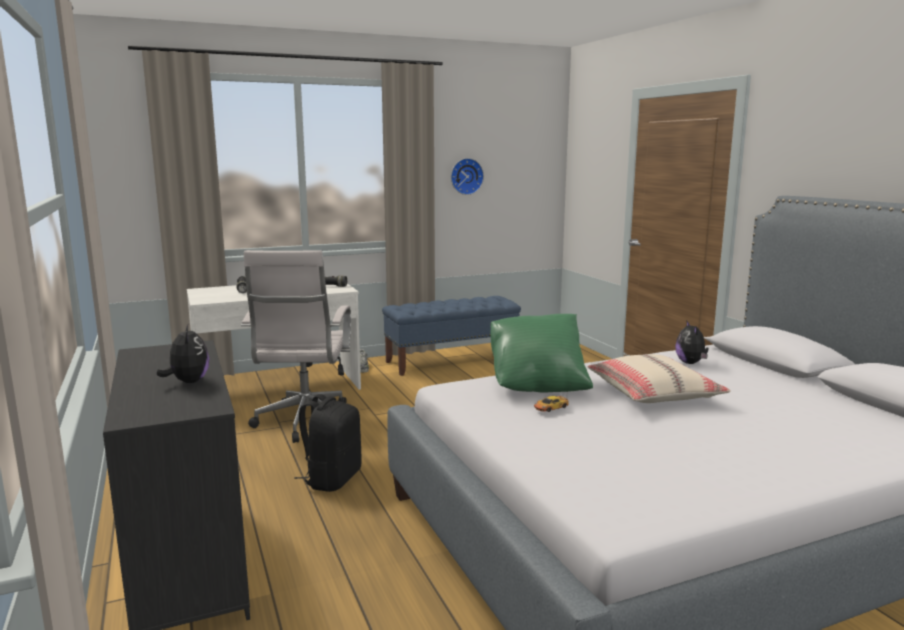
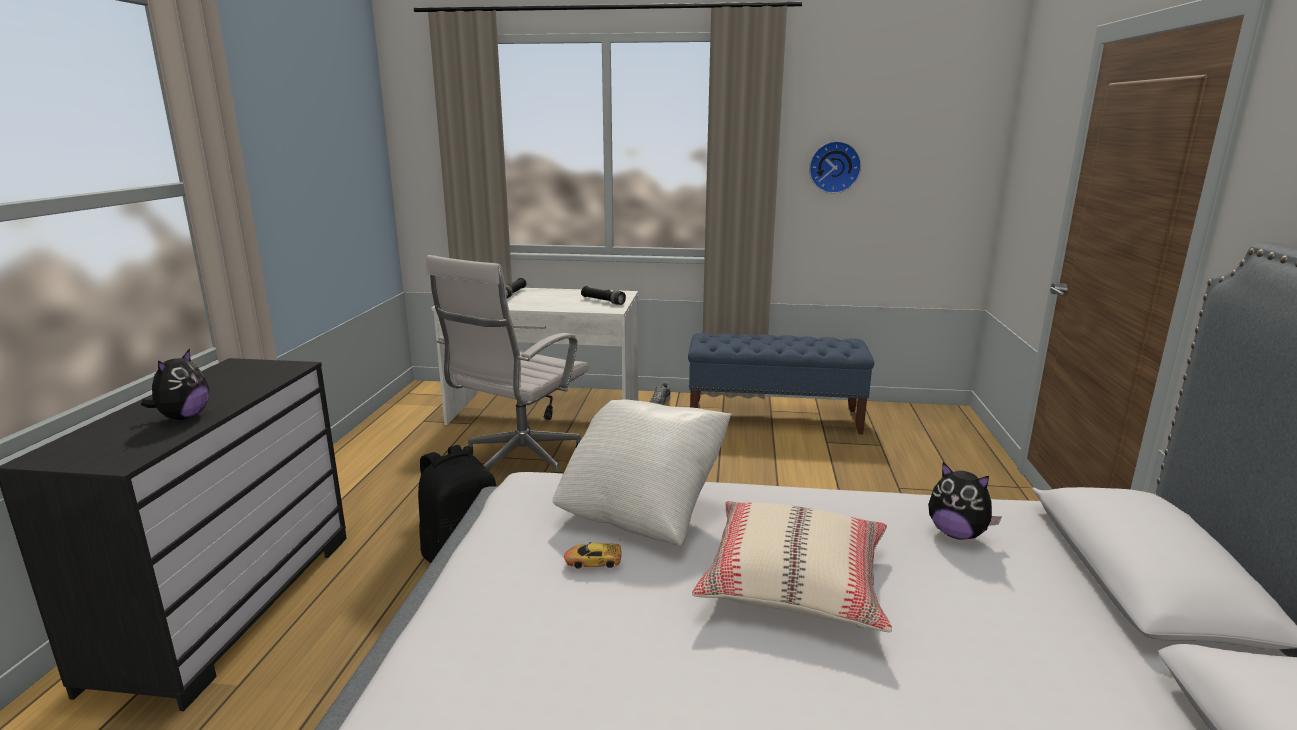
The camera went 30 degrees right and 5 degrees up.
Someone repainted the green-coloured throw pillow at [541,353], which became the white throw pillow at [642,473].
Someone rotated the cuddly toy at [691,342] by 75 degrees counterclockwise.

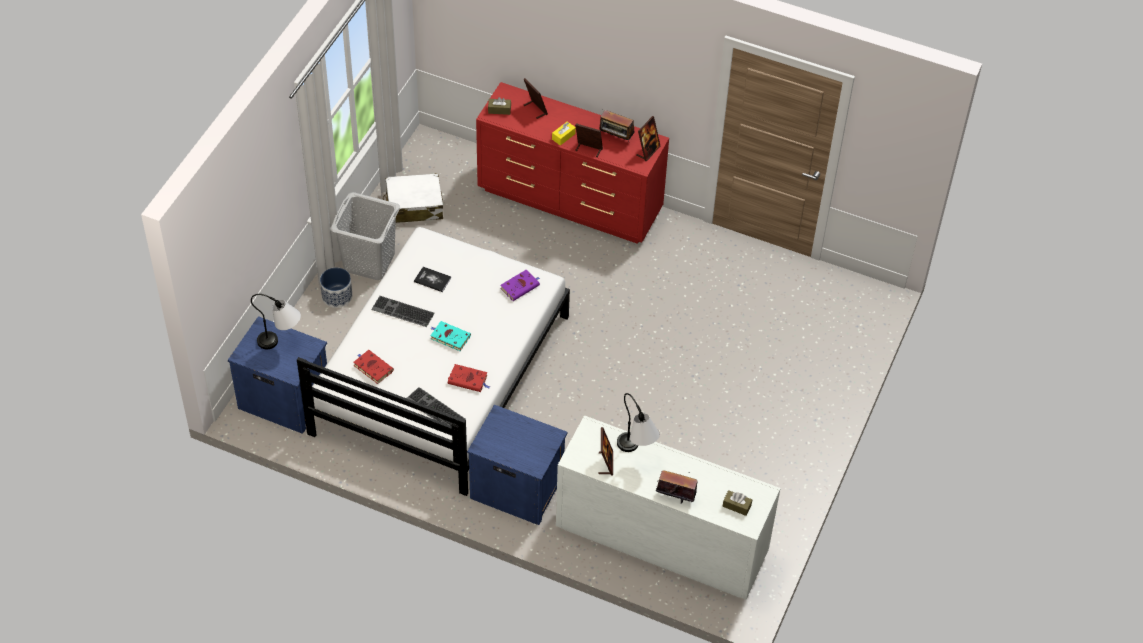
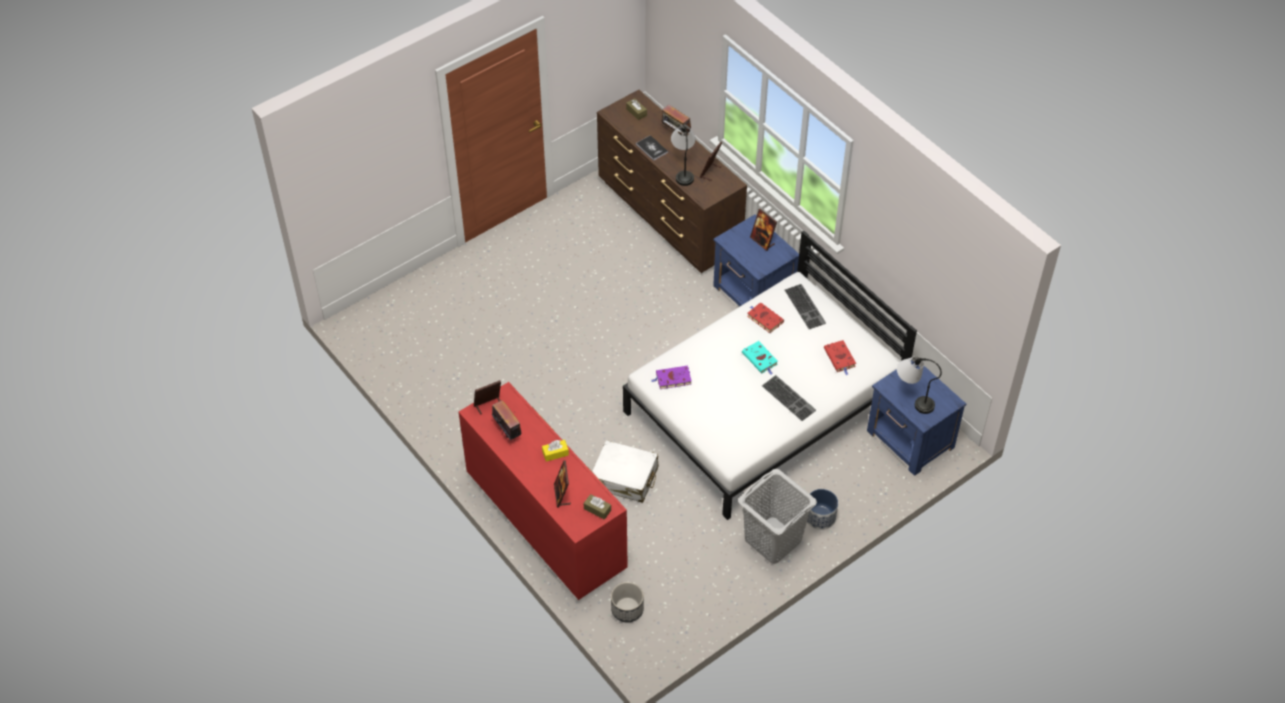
The camera went 150 degrees left and 0 degrees up.
Someone carried the picture frame from [589,140] to [763,230].
Someone carried the white suitcase from [413,198] to [625,471].
Someone carried the volume from [432,279] to [652,148].
Someone repainted the white drawer chest at [668,507], which became the brownish drawer chest at [672,181].
Someone put down the planter at [627,602].

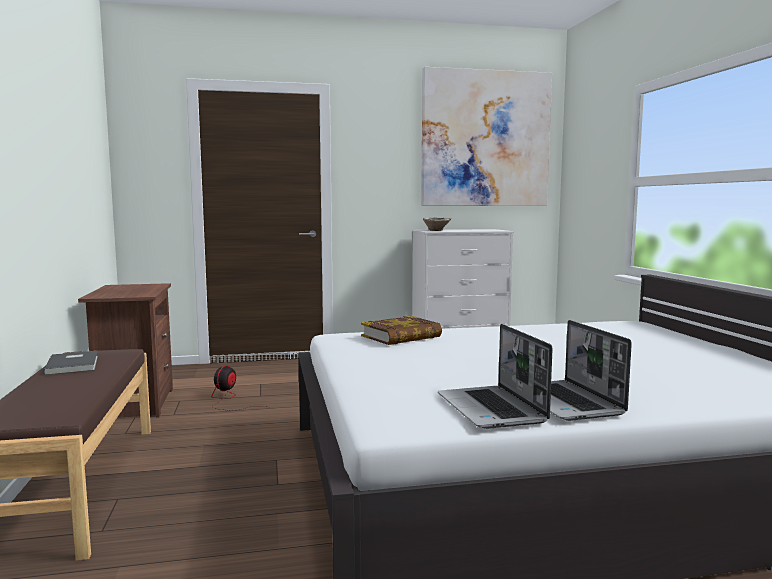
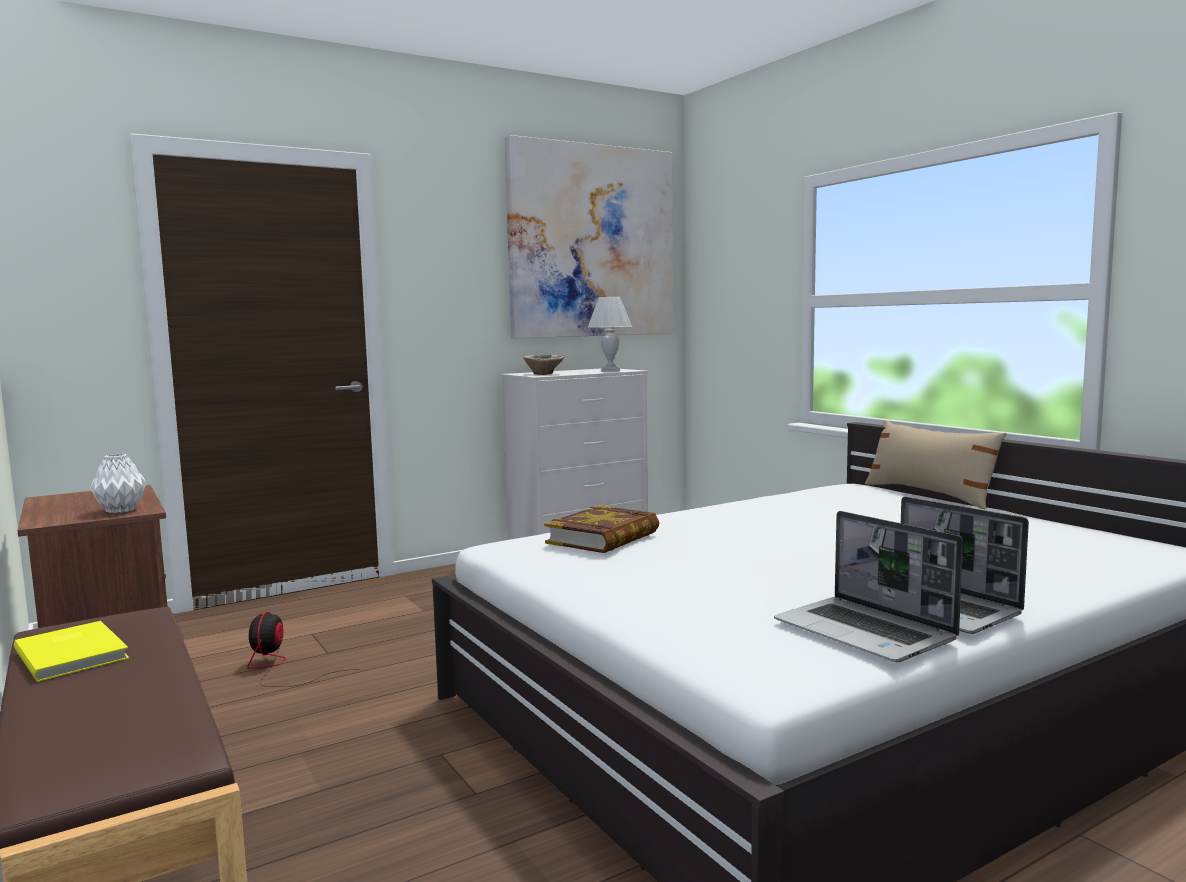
The camera went 20 degrees left and 0 degrees up.
Someone repainted the grey volume at [70,363], which became the yellowish volume at [71,651].
Someone put down the white tabletop lamp at [610,334].
Someone put down the sand-coloured throw pillow at [936,464].
Someone put down the white flower vase at [118,483].

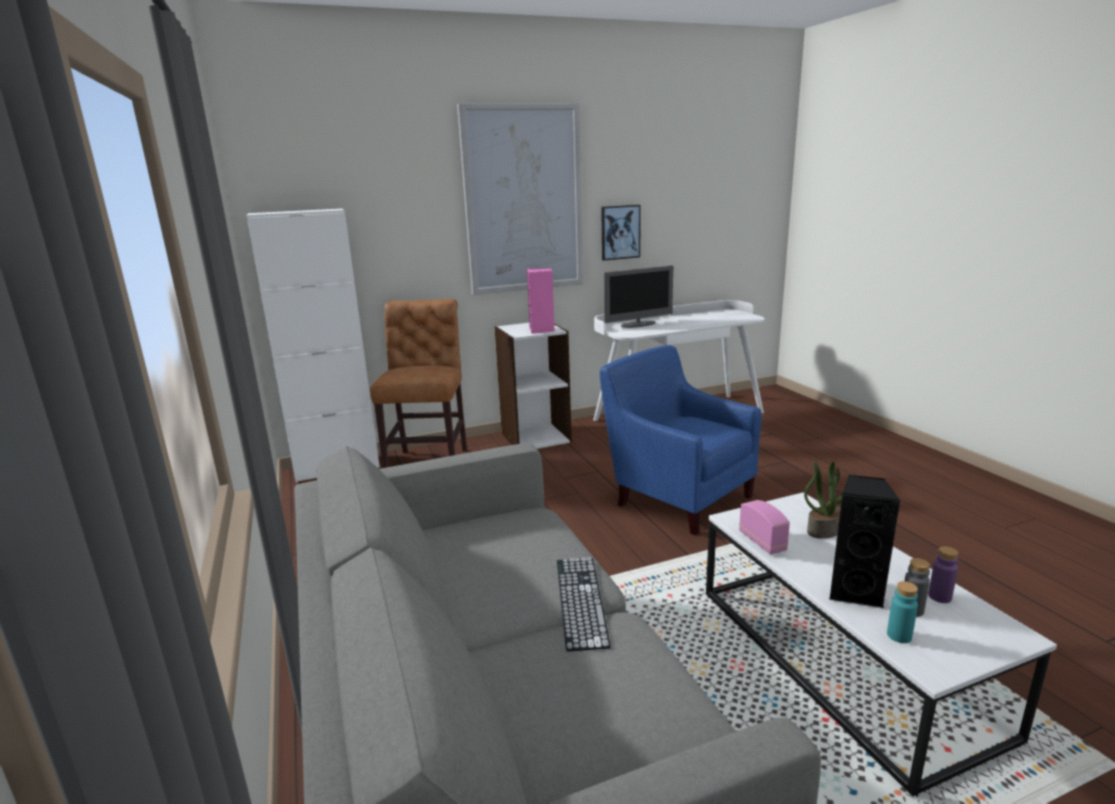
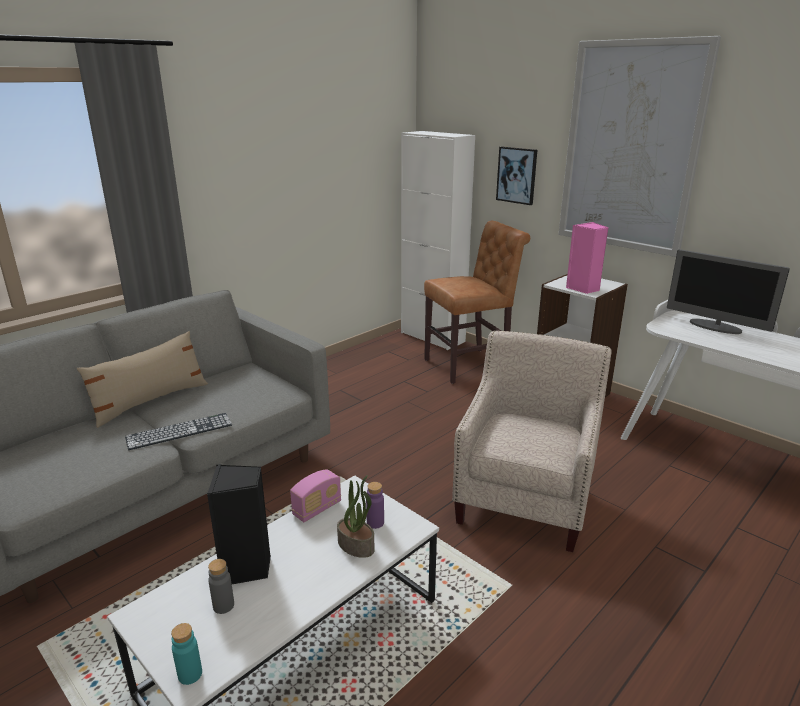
The camera went 65 degrees right and 5 degrees up.
Someone carried the picture from [621,232] to [516,175].
Someone repainted the blue-coloured armchair at [681,440], which became the sand-coloured armchair at [532,441].
Someone carried the purplish beverage bottle from [943,574] to [375,505].
Someone carried the blue-green beverage bottle from [902,612] to [186,654].
Someone put down the sand-coloured throw pillow at [142,379].

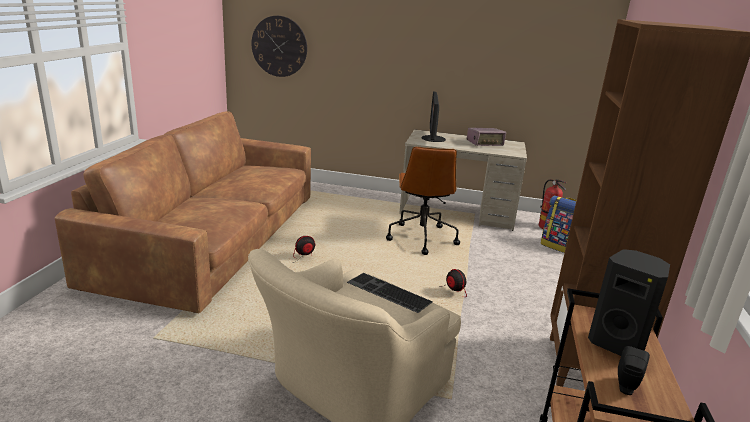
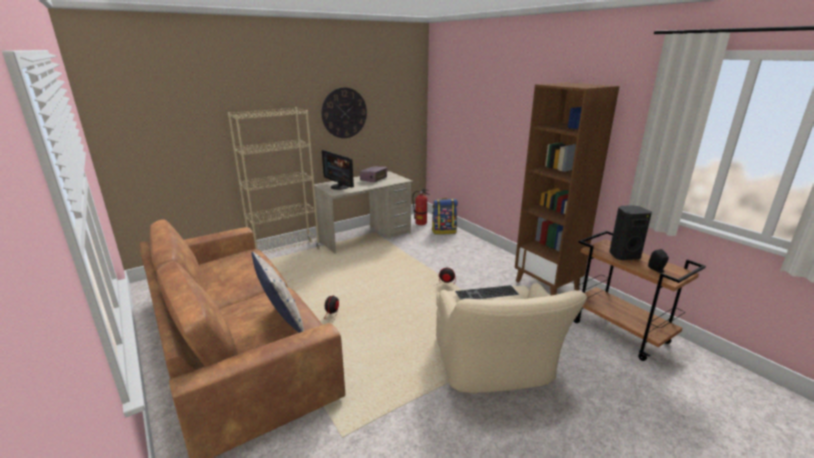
The camera went 45 degrees left and 0 degrees up.
Someone carried the wall clock from [279,46] to [344,112].
Someone took away the brownish computer chair at [423,201].
Someone put down the sand-coloured bookshelf at [274,180].
Someone put down the throw pillow at [278,292].

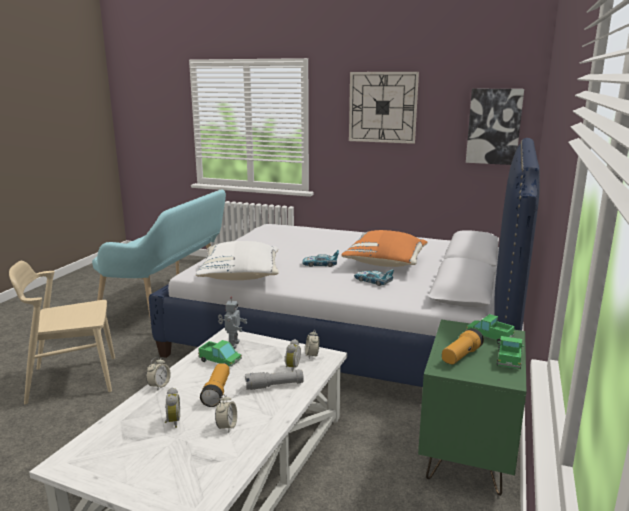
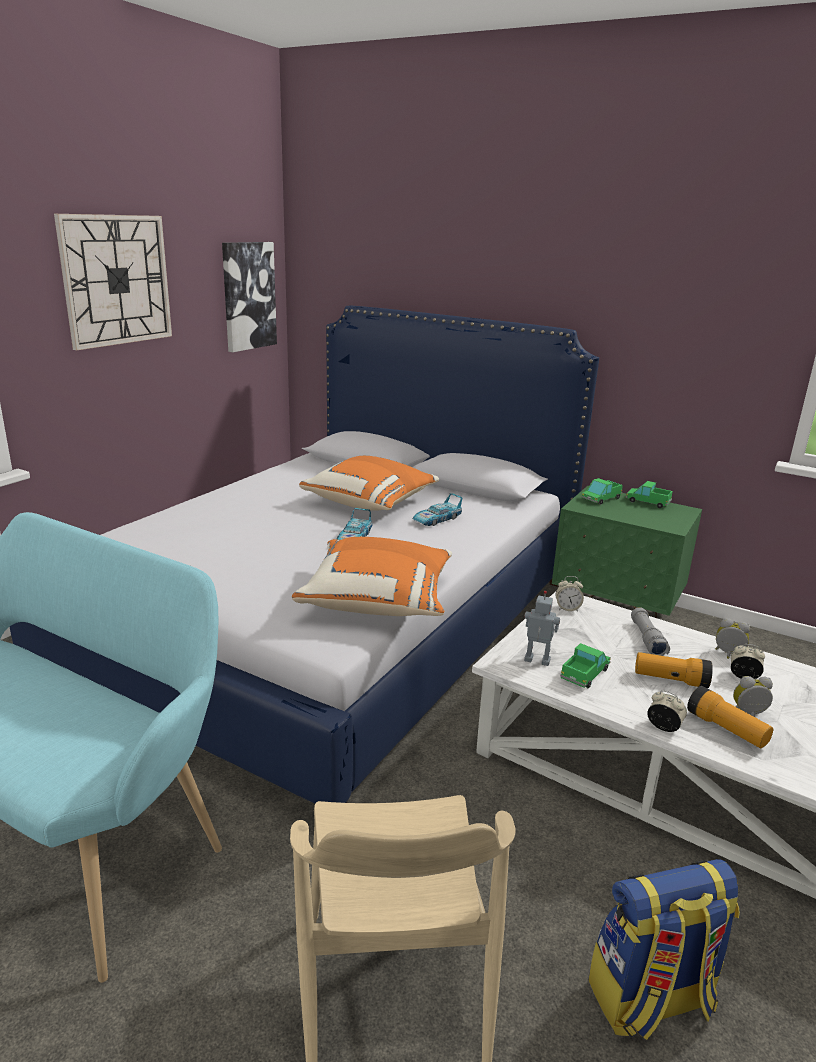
The camera went 80 degrees left and 5 degrees up.
Someone repainted the white throw pillow at [237,260], which became the orangey throw pillow at [372,576].
Someone carried the flashlight from [463,346] to [730,717].
Someone carried the alarm clock from [293,355] to [732,638].
Someone put down the knapsack at [664,949].

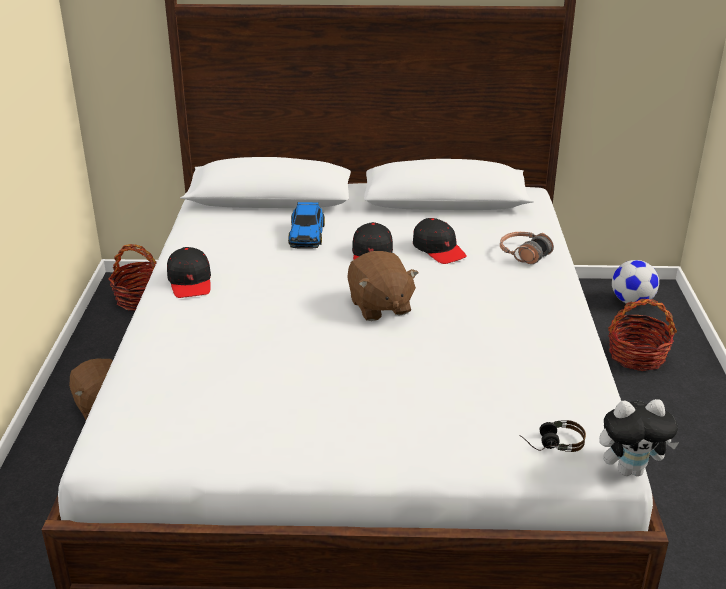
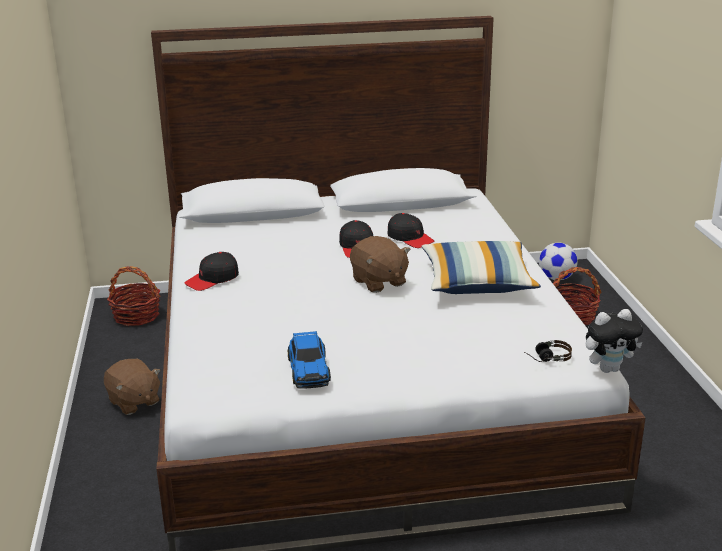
The camera went 10 degrees left and 5 degrees down.
Someone carried the model car from [306,225] to [309,360].
Someone took away the pair of headphones at [527,248].
Someone rotated the black-coloured baseball cap at [189,272] by 75 degrees clockwise.
Someone put down the throw pillow at [481,267].

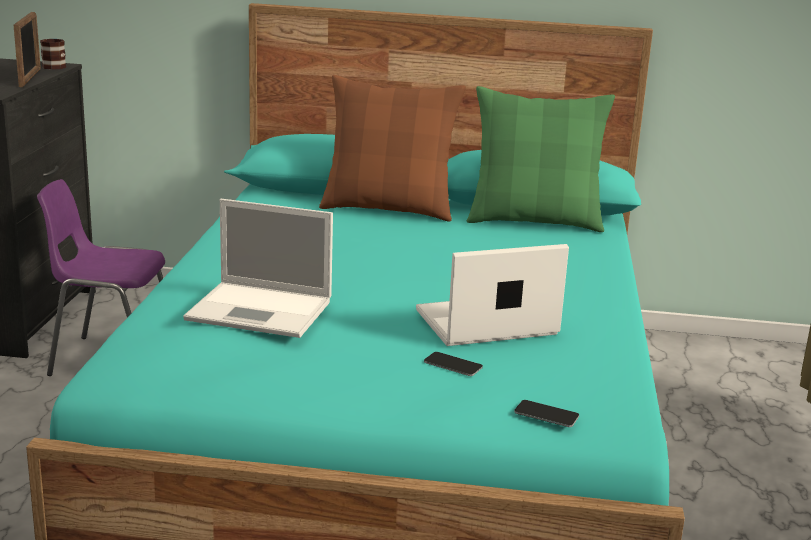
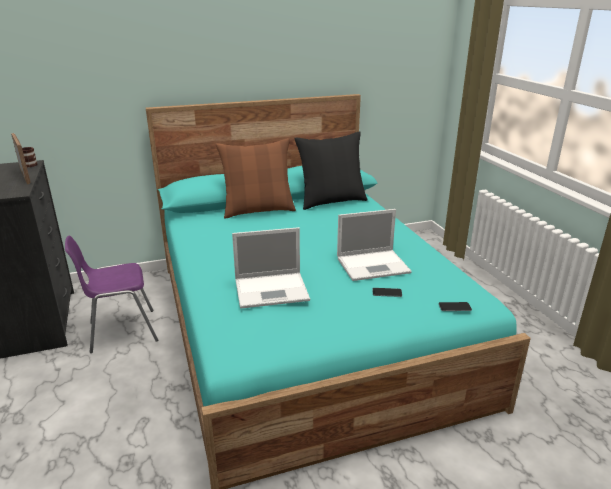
The camera went 25 degrees left and 5 degrees up.
Someone repainted the green-coloured throw pillow at [541,159], which became the black-coloured throw pillow at [331,170].
Someone rotated the laptop at [492,295] by 150 degrees counterclockwise.

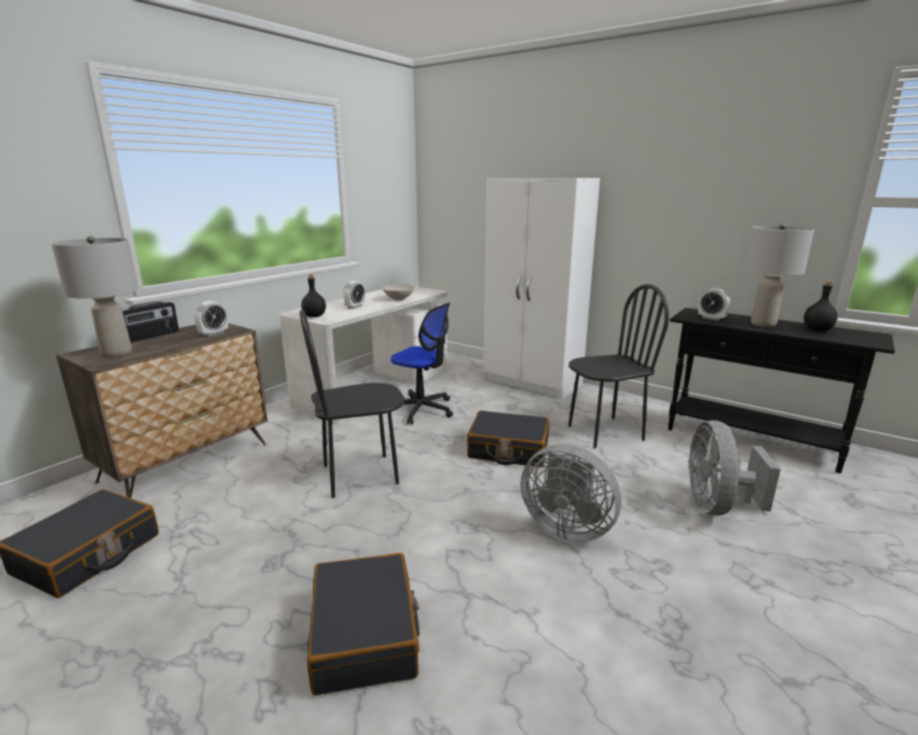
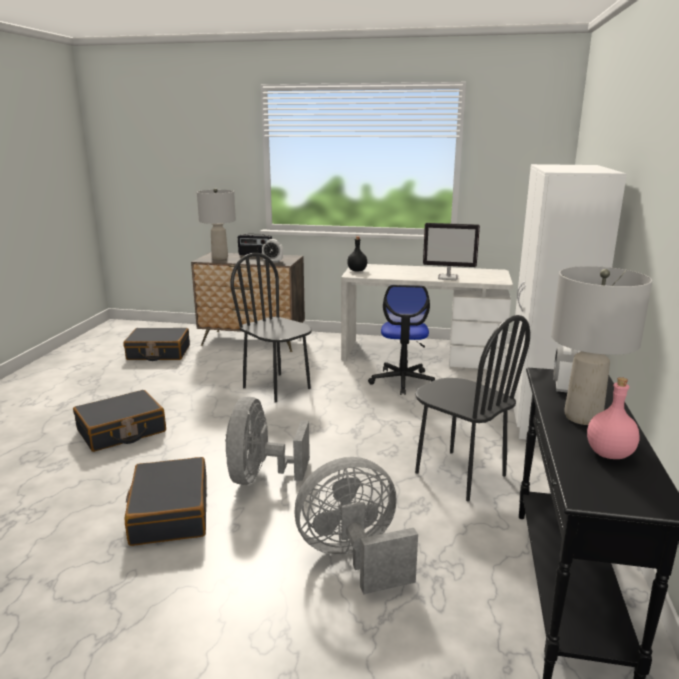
The camera went 65 degrees right and 0 degrees up.
Someone took away the alarm clock at [354,295].
Someone repainted the black-coloured beverage bottle at [821,306], which became the pink-coloured beverage bottle at [613,418].
Someone swapped the white bowl at [398,292] for the computer display at [451,251].
Someone carried the black-coloured suitcase from [508,438] to [166,501].

